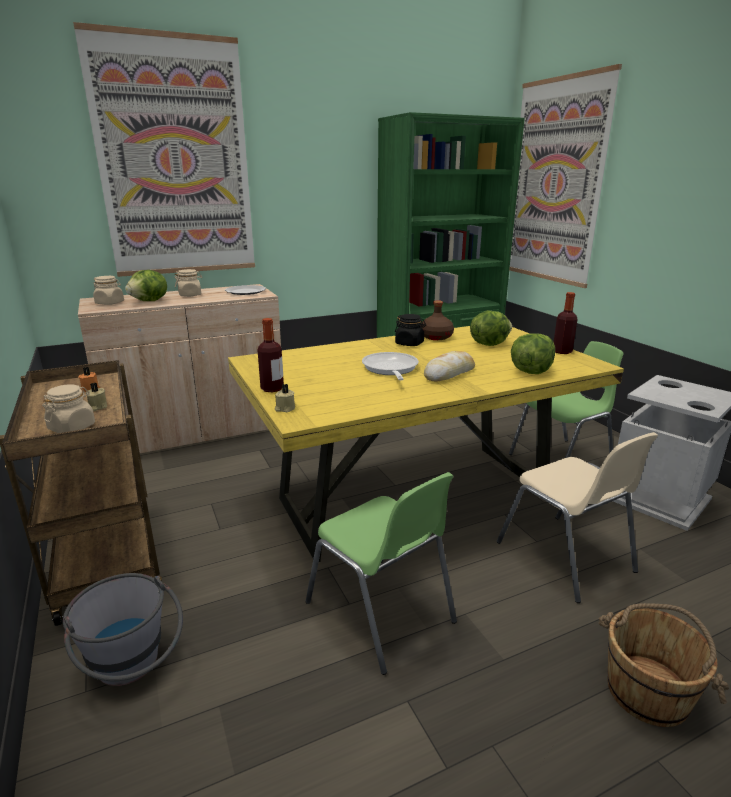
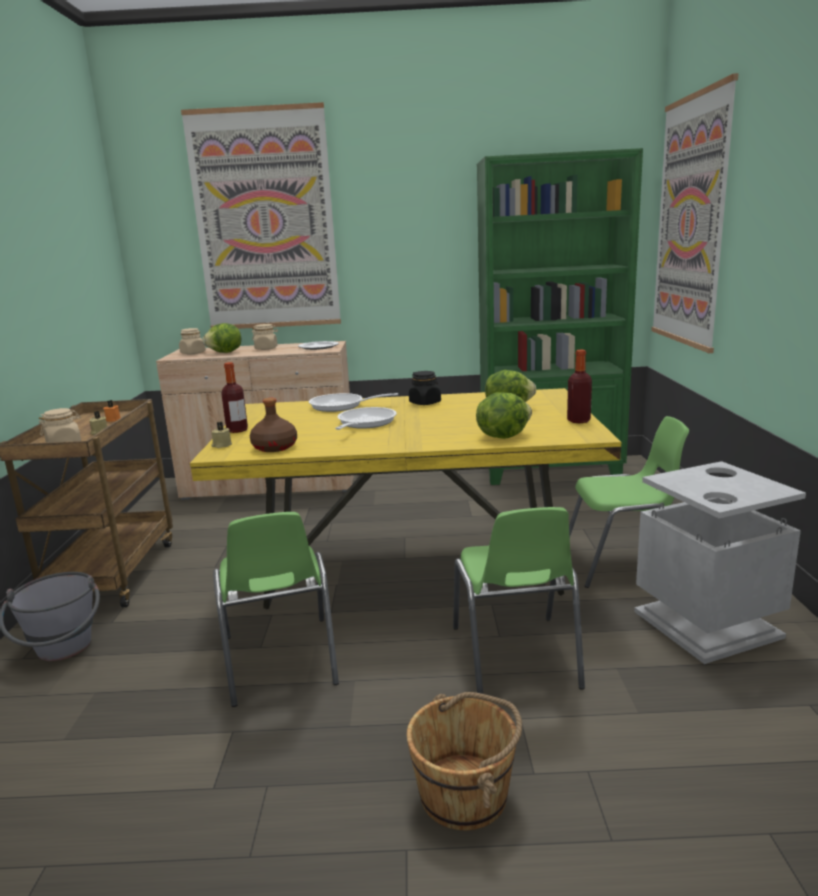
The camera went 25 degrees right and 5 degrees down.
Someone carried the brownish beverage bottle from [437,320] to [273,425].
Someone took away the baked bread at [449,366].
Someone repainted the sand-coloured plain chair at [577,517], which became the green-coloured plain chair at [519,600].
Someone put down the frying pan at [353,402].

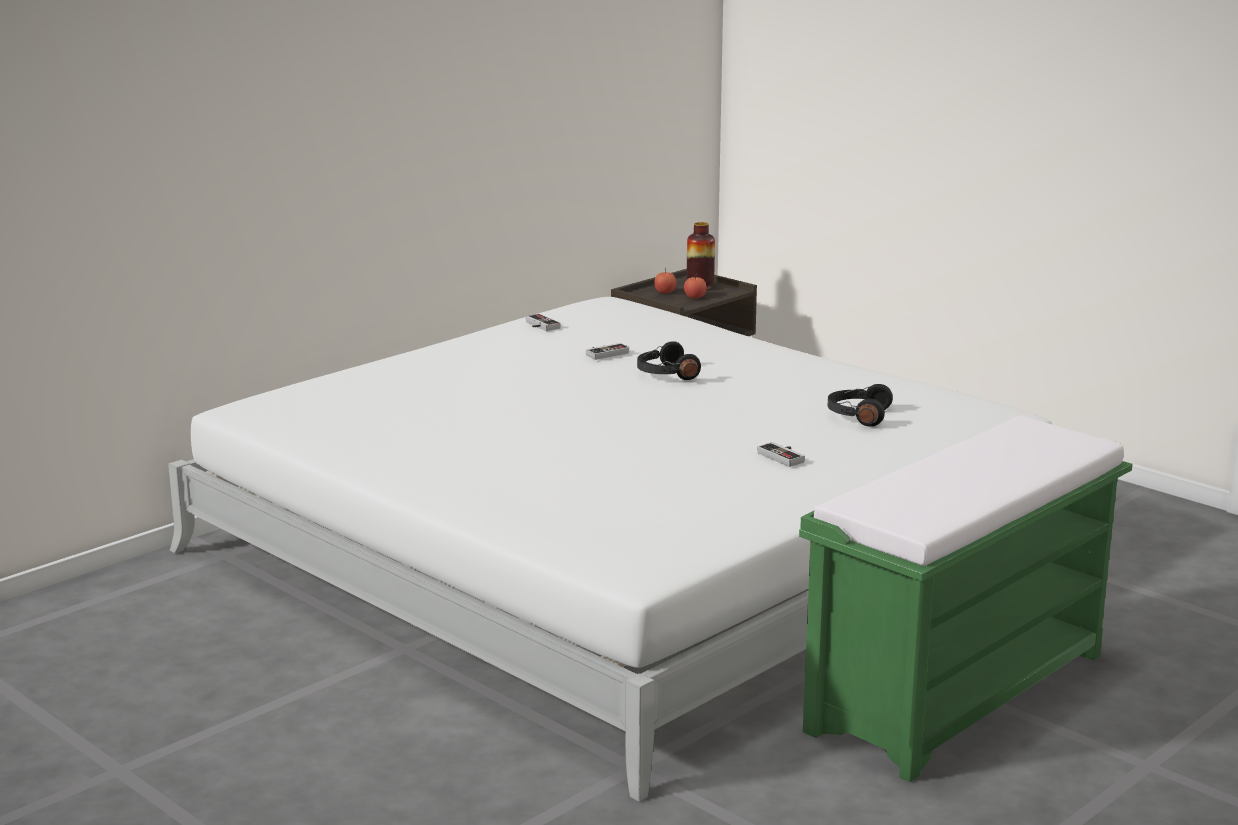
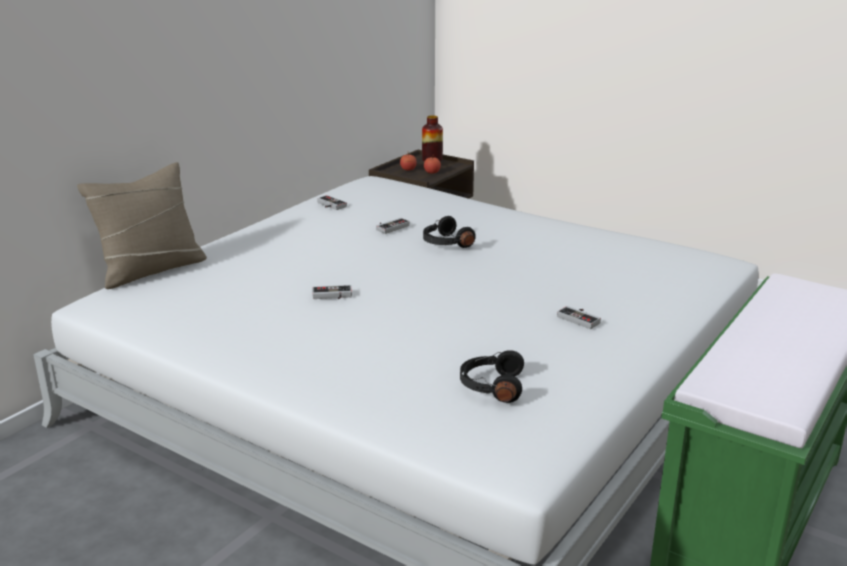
The camera went 10 degrees left and 5 degrees up.
Someone carried the black-coloured pair of headphones from [860,405] to [492,376].
Someone put down the sand-coloured throw pillow at [142,225].
Someone put down the gamepad at [332,292].

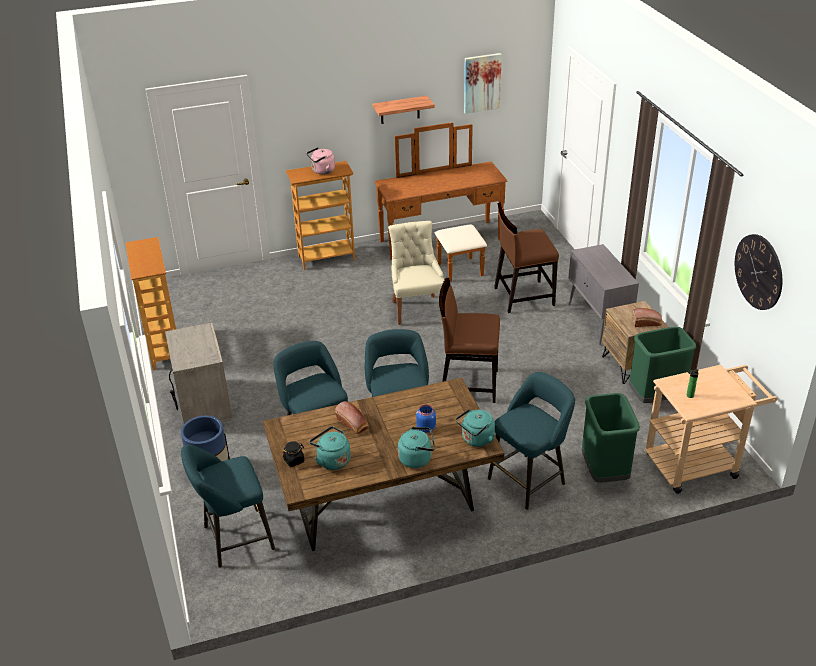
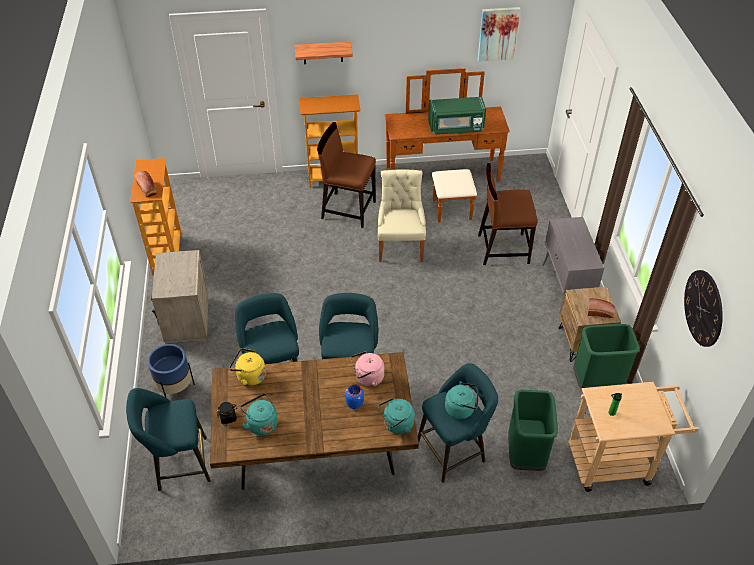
The camera went 10 degrees right and 10 degrees up.
Someone carried the shelf from [403,110] to [323,53].
Someone carried the pink-coloured tea kettle from [320,161] to [368,369].
Someone carried the brownish plain chair from [469,340] to [346,175].
Someone carried the baked bread from [352,417] to [146,184].
Someone carried the blue-green tea kettle from [416,447] to [461,400].
Someone put down the green-coloured microwave oven at [457,116].
Someone put down the yellowish tea kettle at [247,367].

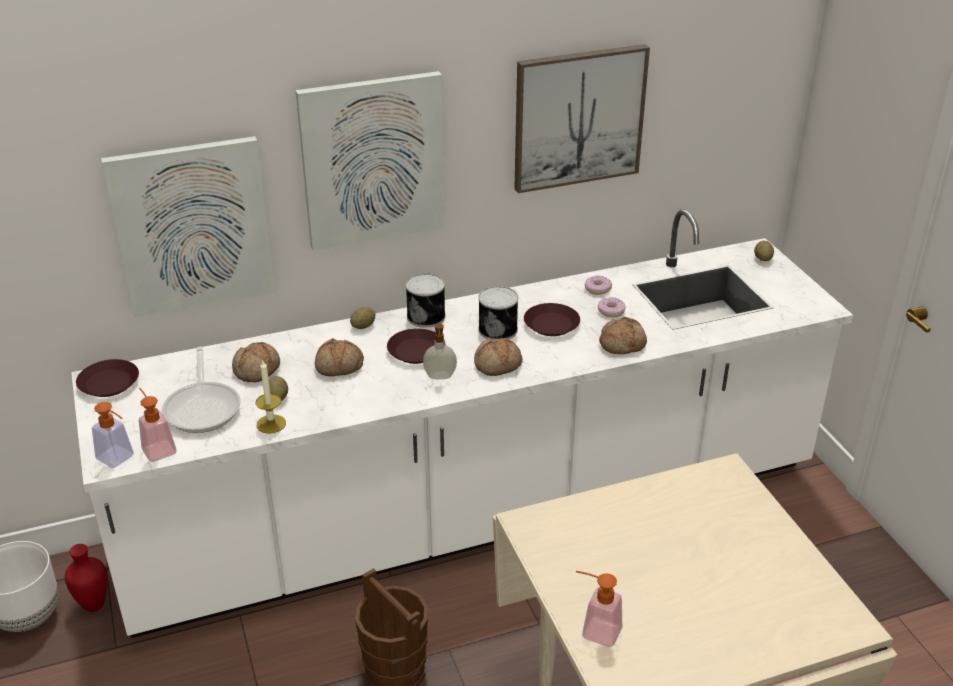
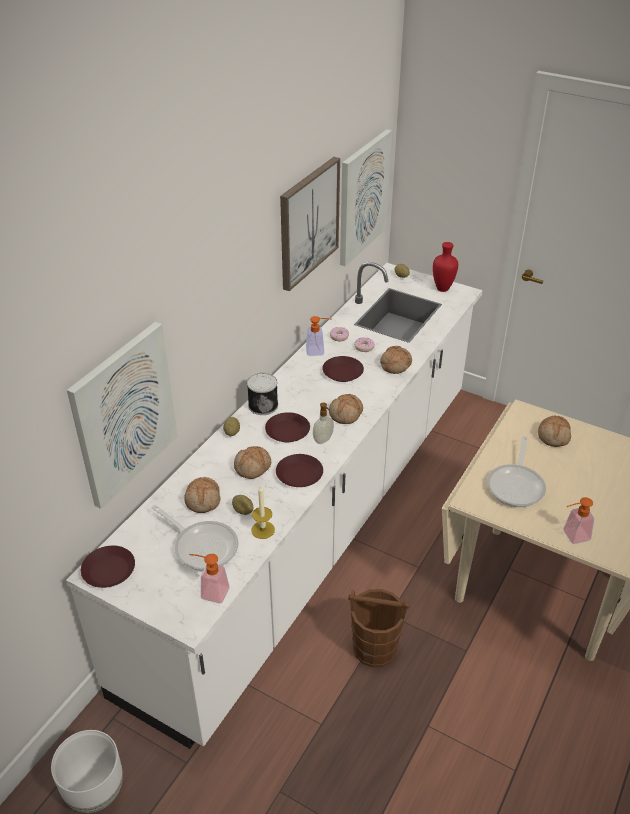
The camera went 40 degrees left and 5 degrees up.
Someone carried the picture from [370,161] to [366,197].
Someone took away the metal can at [498,313].
Someone carried the soap dispenser from [113,435] to [318,336].
Someone carried the red-coloured flower vase from [86,578] to [445,267].
Someone put down the baked bread at [554,431].
Someone put down the frying pan at [516,471].
Someone put down the brownish flat dish at [299,470].

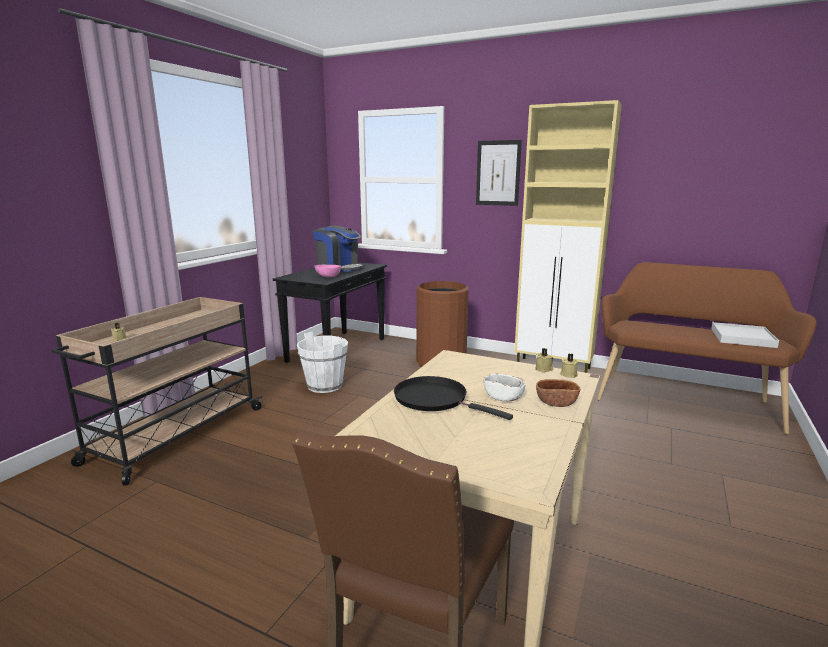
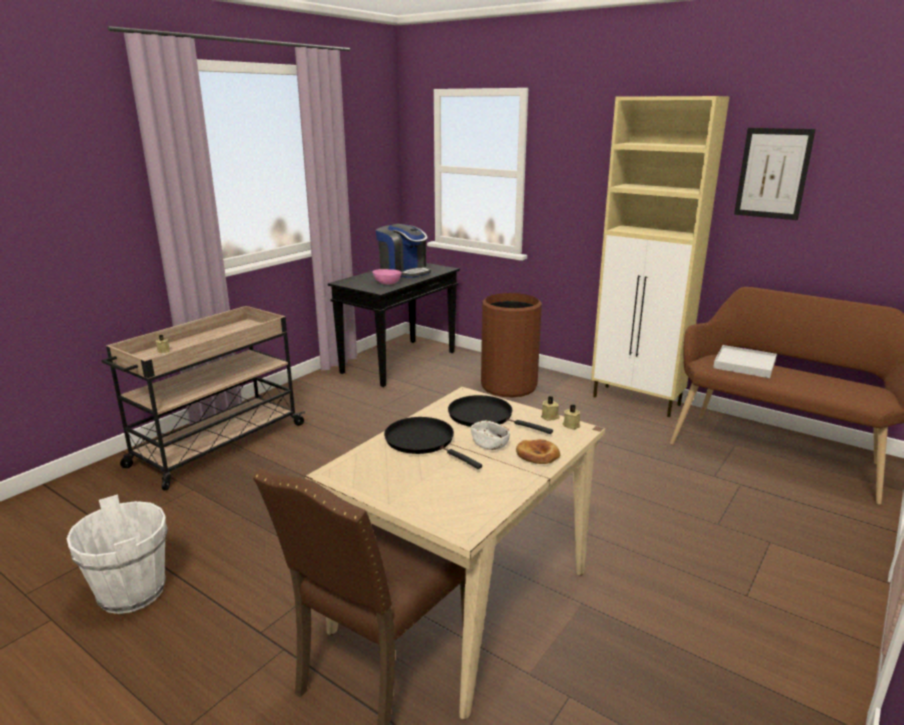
The camera went 10 degrees right and 5 degrees up.
Someone carried the picture from [499,173] to [775,174].
Someone carried the white serving tray from [745,335] to [745,361].
Someone carried the white bucket from [322,362] to [117,554].
Someone swapped the brownish bowl at [558,393] for the baked bread at [538,451].
Someone put down the black-coloured frying pan at [500,414].

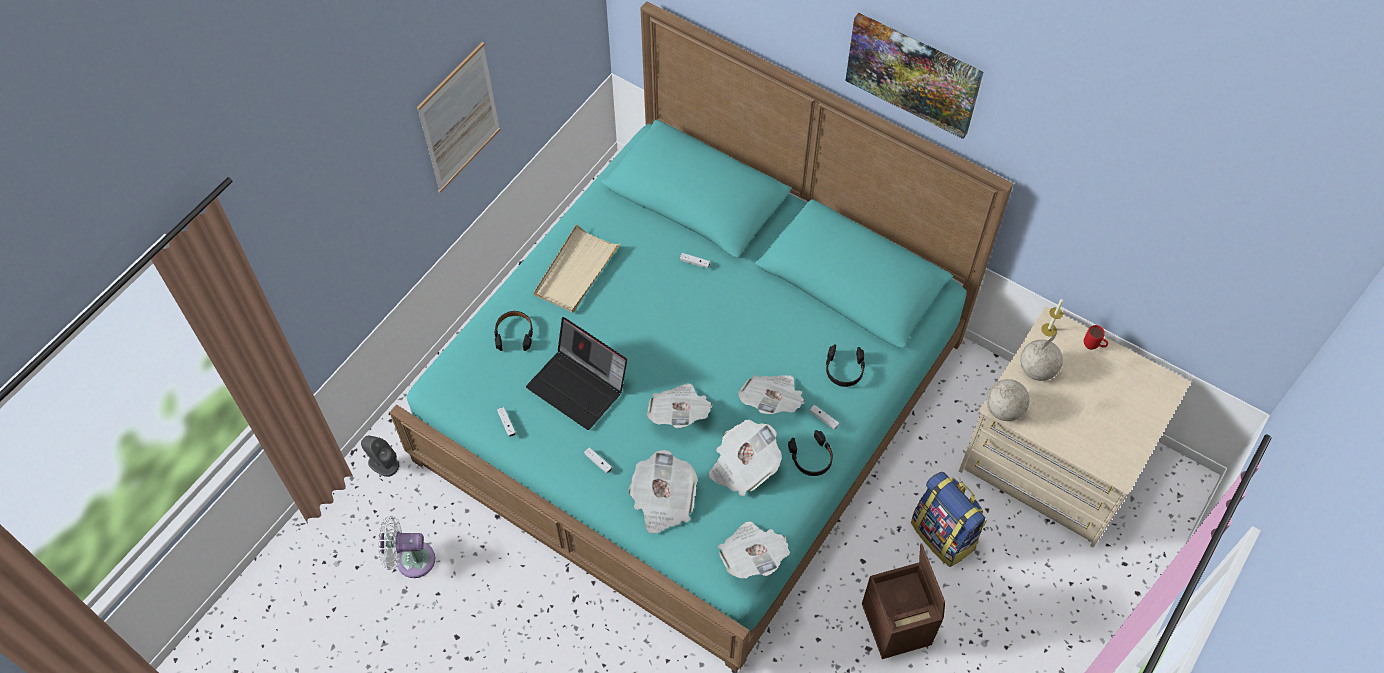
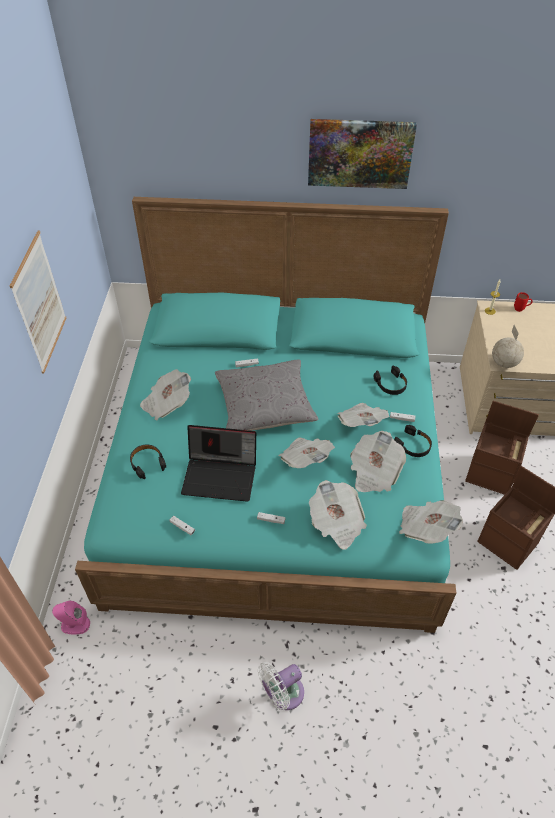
The camera went 30 degrees left and 10 degrees down.
Someone swapped the sand-coloured serving tray at [577,268] for the daily paper at [165,395].
Someone took away the world globe at [1041,357].
Someone repainted the grey audio speaker at [380,456], which became the pink-coloured audio speaker at [71,617].
Someone swapped the knapsack at [949,519] for the brownish storage bin at [502,448].
Someone carried the white cooling fan from [406,547] to [280,686].
Someone put down the grey throw pillow at [267,395].

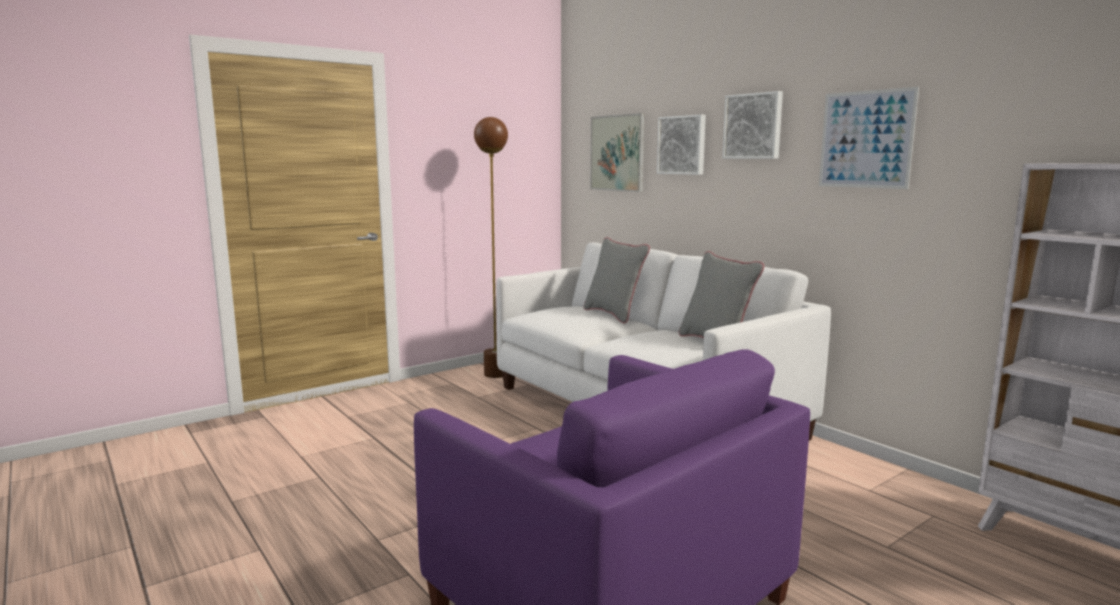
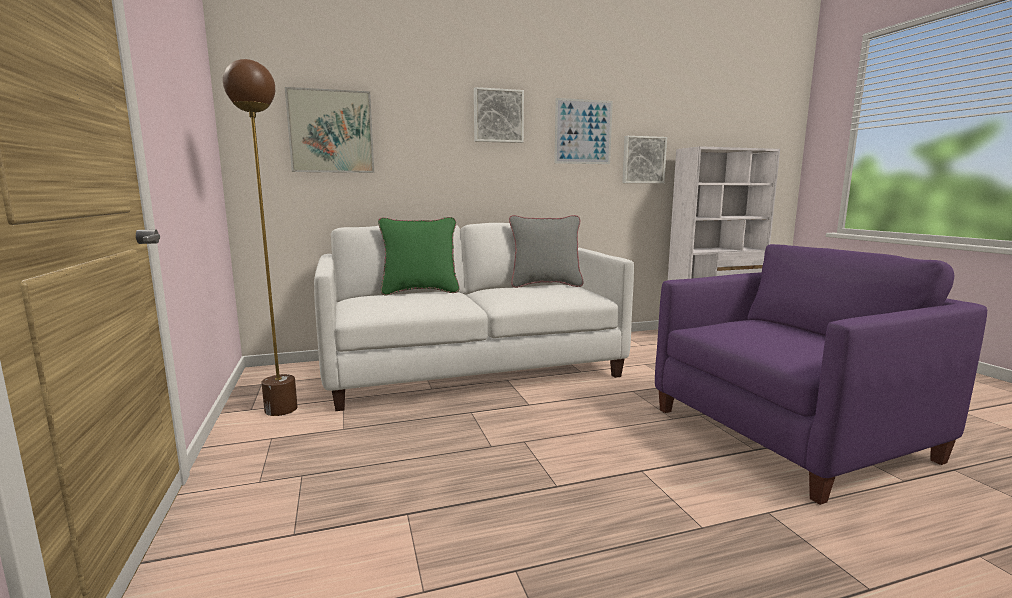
The camera went 70 degrees left and 0 degrees up.
Someone carried the picture from [681,145] to [644,159].
Someone repainted the grey throw pillow at [617,280], which became the green-coloured throw pillow at [419,256].

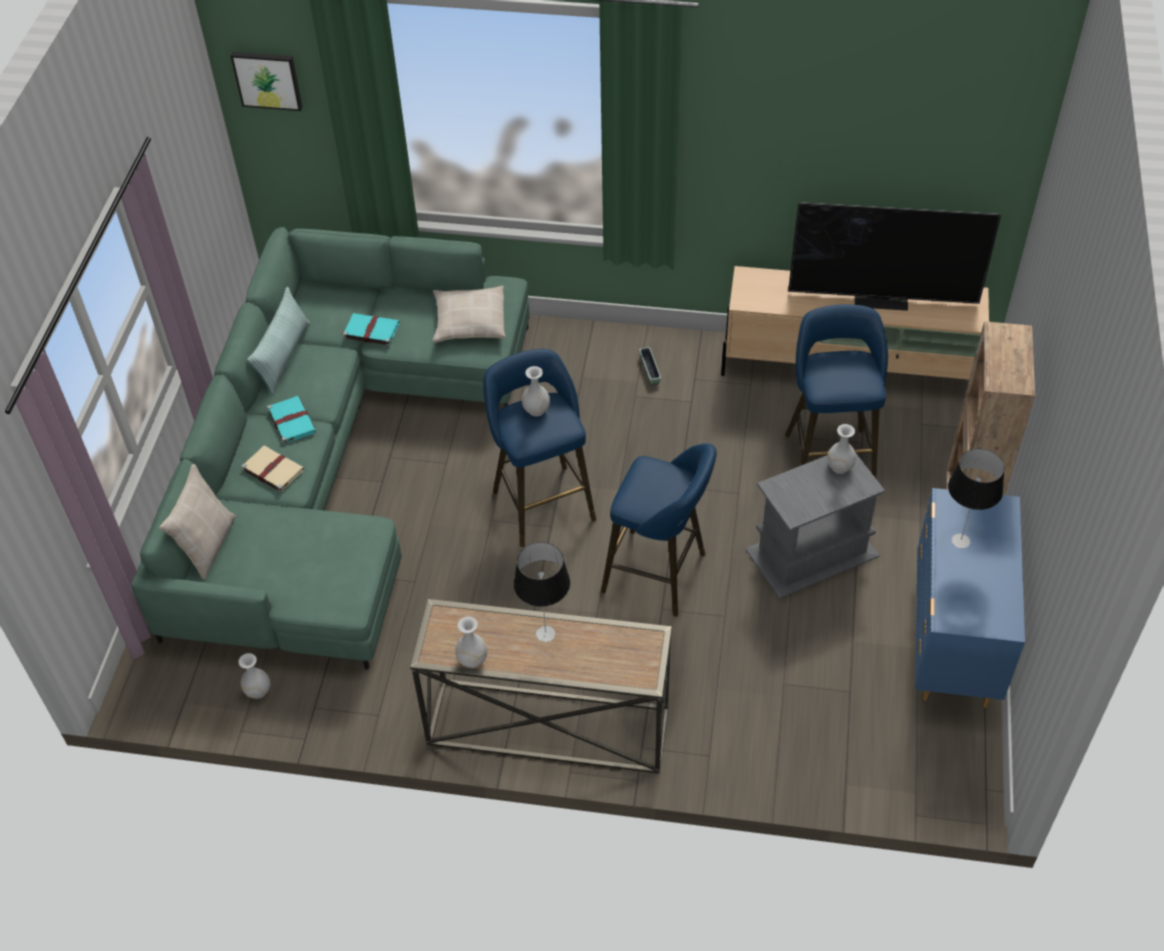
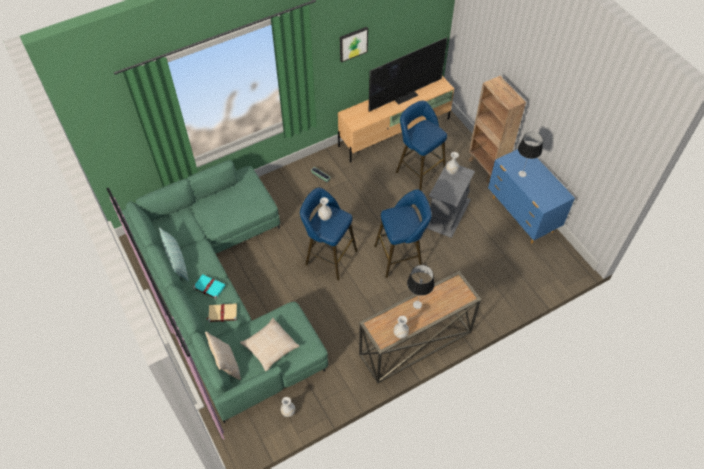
The camera went 40 degrees left and 5 degrees up.
Someone carried the picture from [266,81] to [354,44].
Someone carried the sand-coloured throw pillow from [469,314] to [269,344].
Someone took away the blue-green volume at [370,329].

